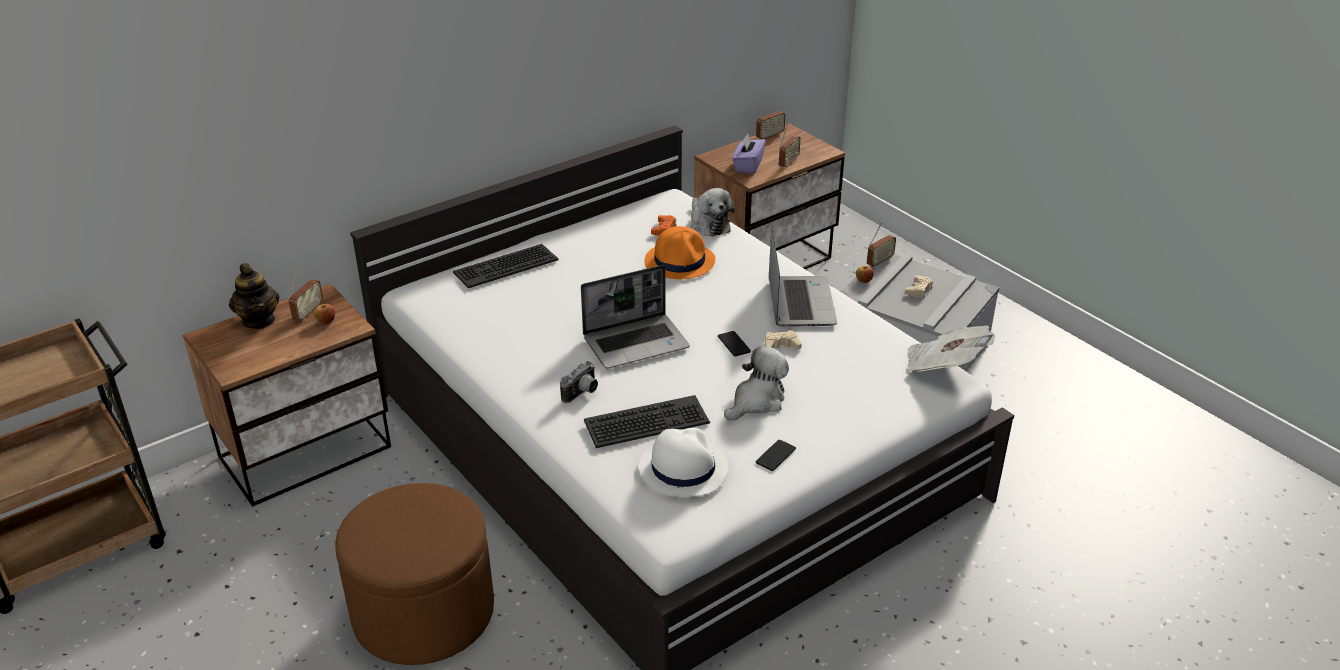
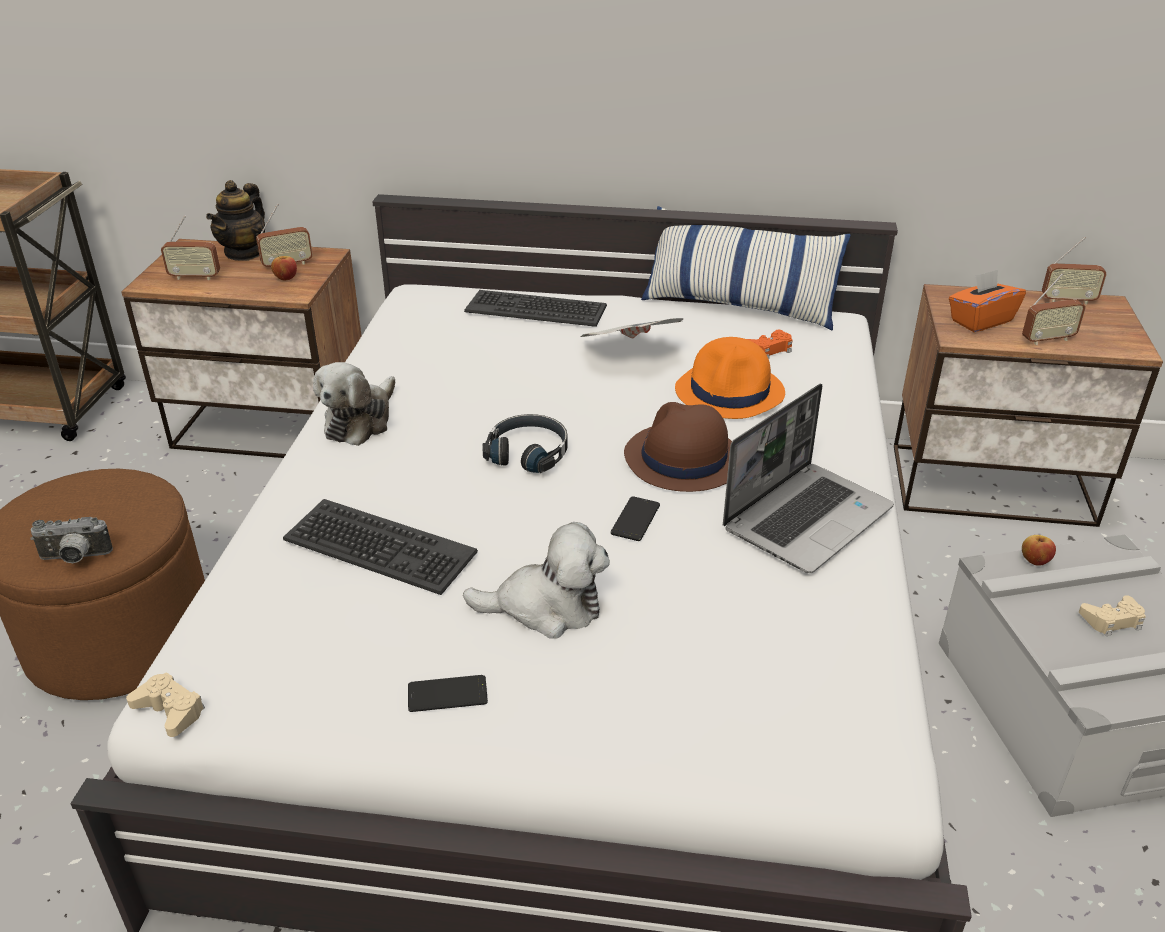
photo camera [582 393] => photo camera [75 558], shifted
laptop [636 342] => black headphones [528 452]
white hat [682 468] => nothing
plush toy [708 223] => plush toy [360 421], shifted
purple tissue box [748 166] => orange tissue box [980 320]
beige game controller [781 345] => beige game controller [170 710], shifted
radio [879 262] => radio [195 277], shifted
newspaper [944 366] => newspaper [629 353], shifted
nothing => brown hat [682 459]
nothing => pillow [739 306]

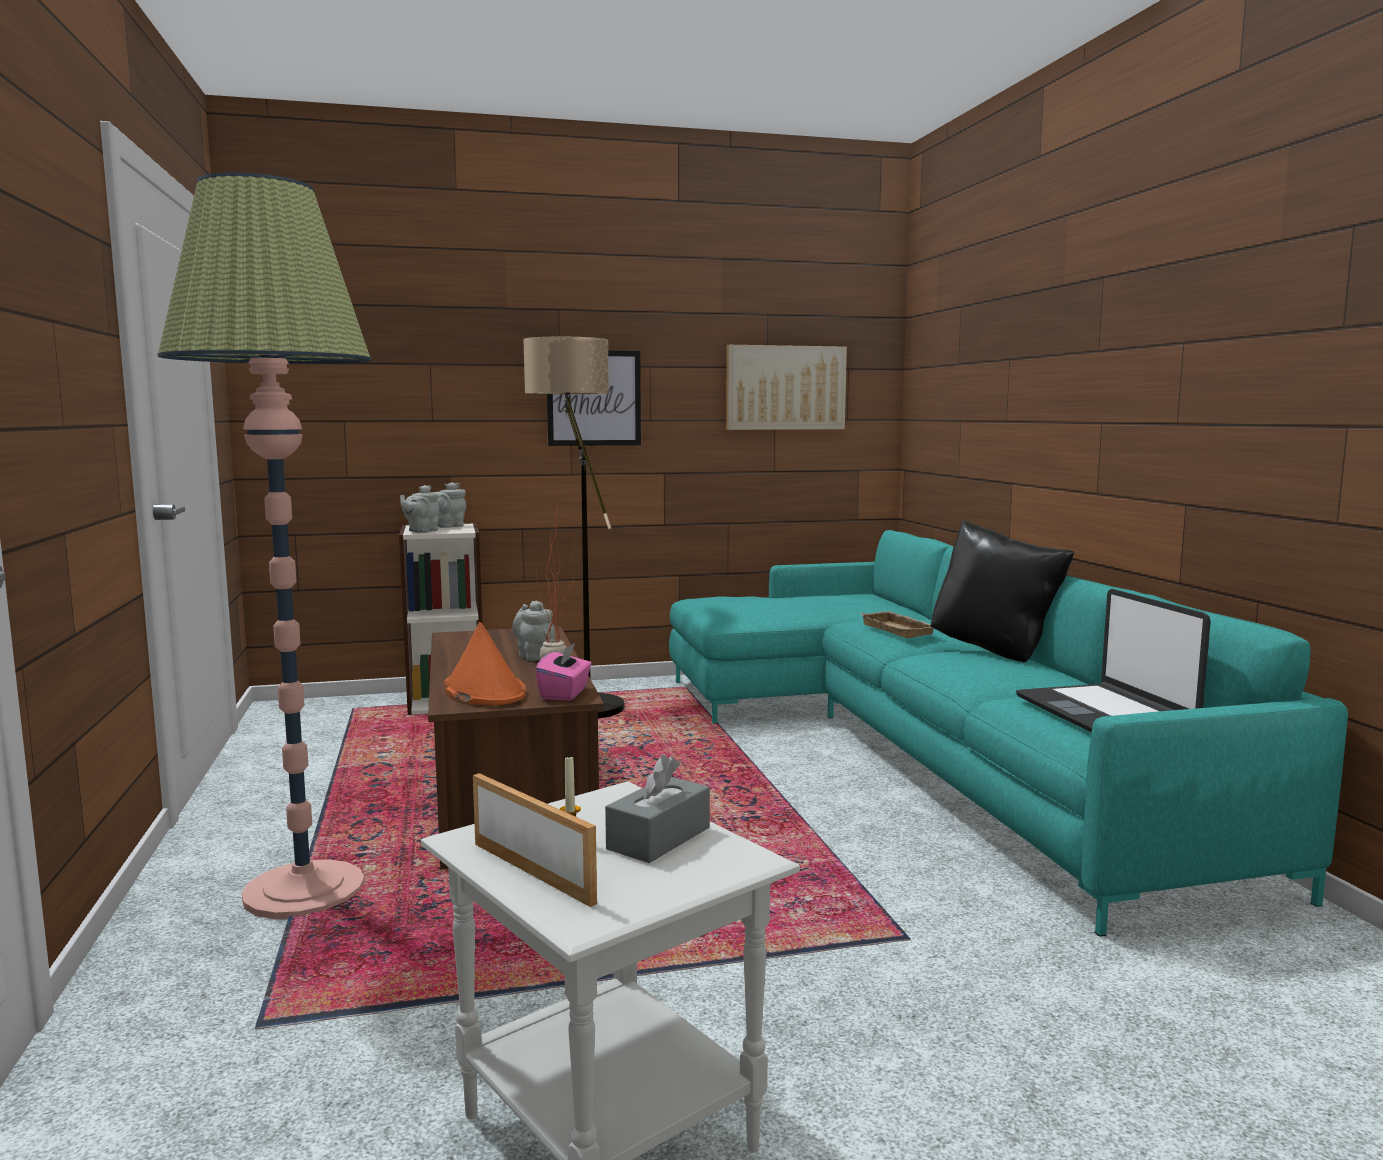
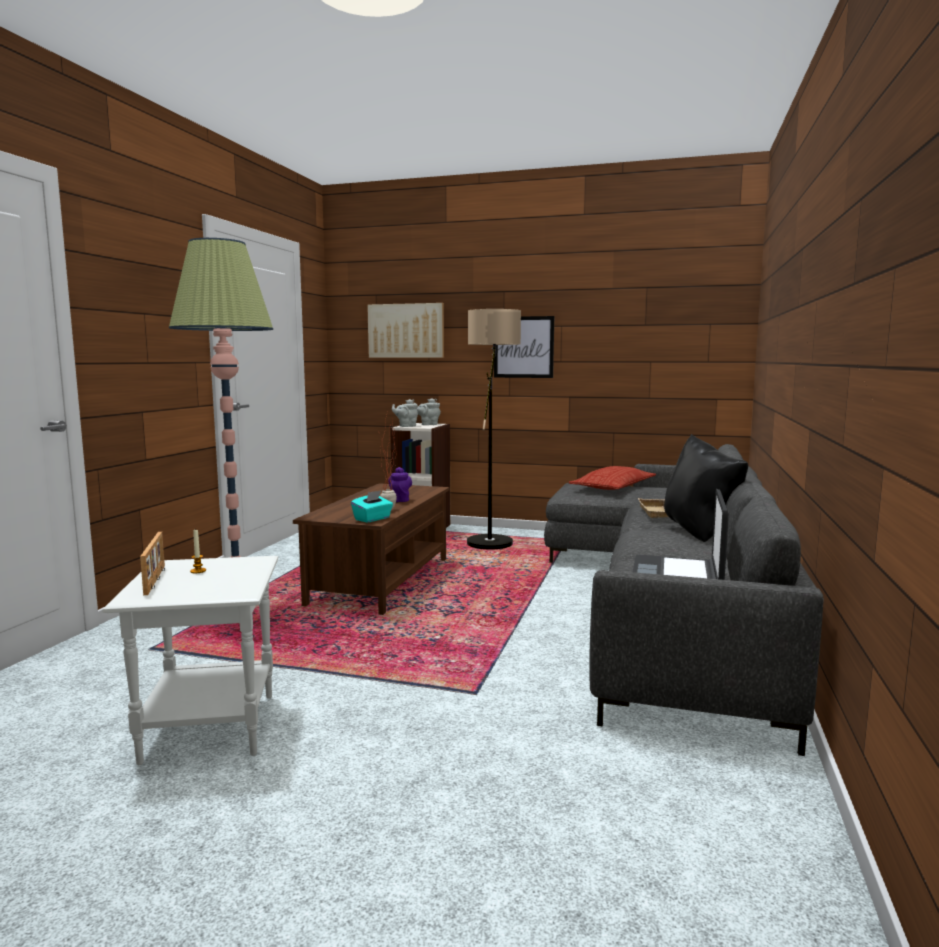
orange hat [483 691] => nothing
grey teapot [534 656] => purple teapot [400 500]
pink tissue box [565 693] => turquoise tissue box [372 519]
grey tissue box [659 838] => nothing
turquoise sofa [918 745] => grey sofa [666 597]
picture [785 388] => picture [406 331], shifted
nothing => pillow [613 486]

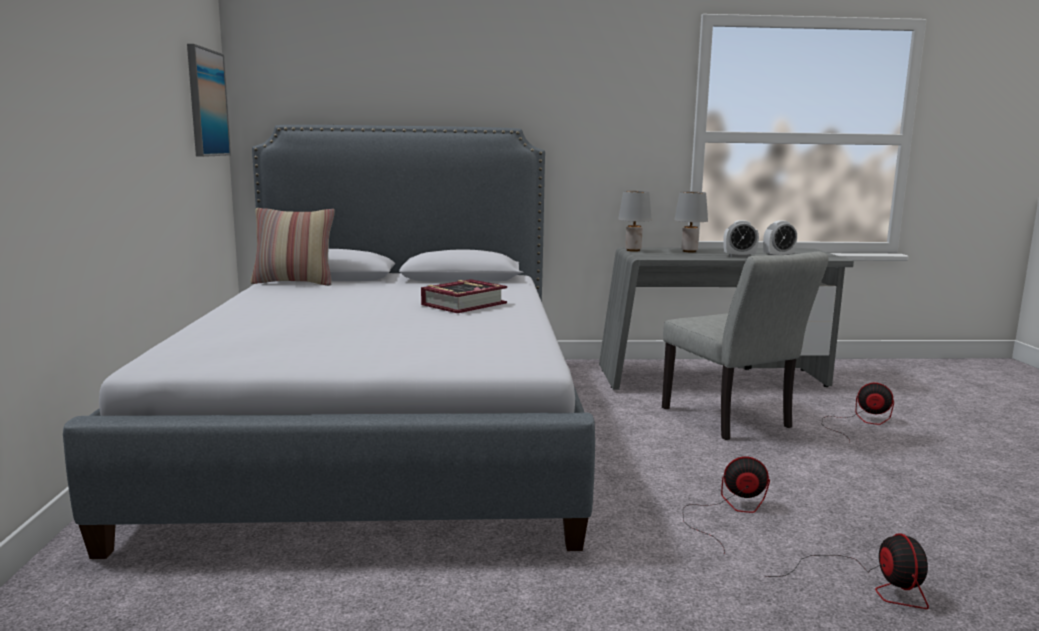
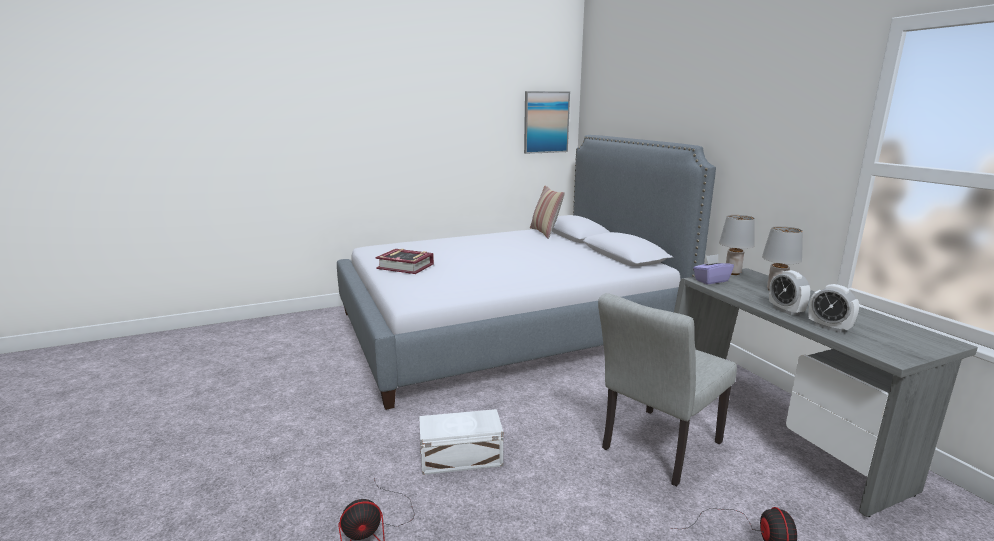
book [463 304] => book [405 266], shifted
fan [729 511] => white storage box [462 458]
nothing => purple tissue box [711 280]

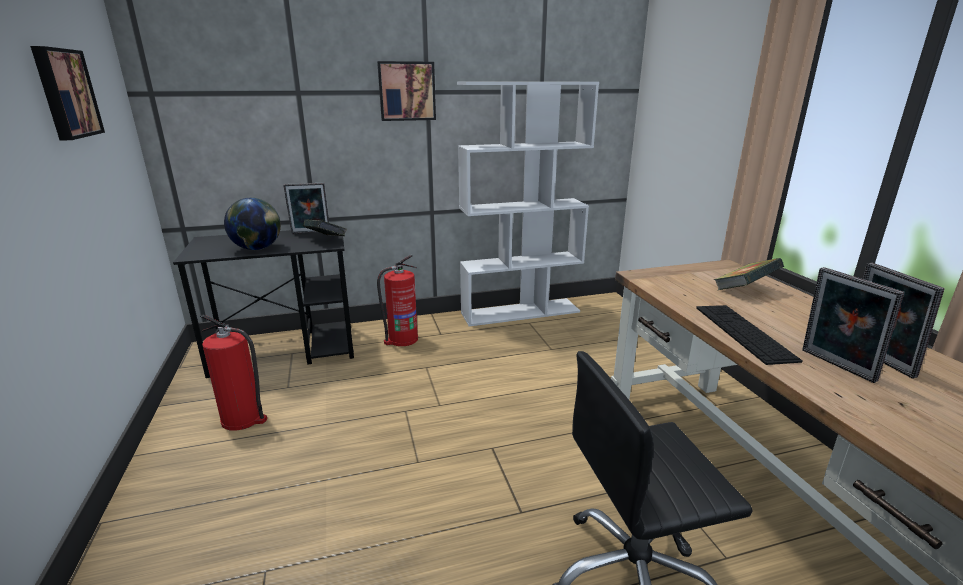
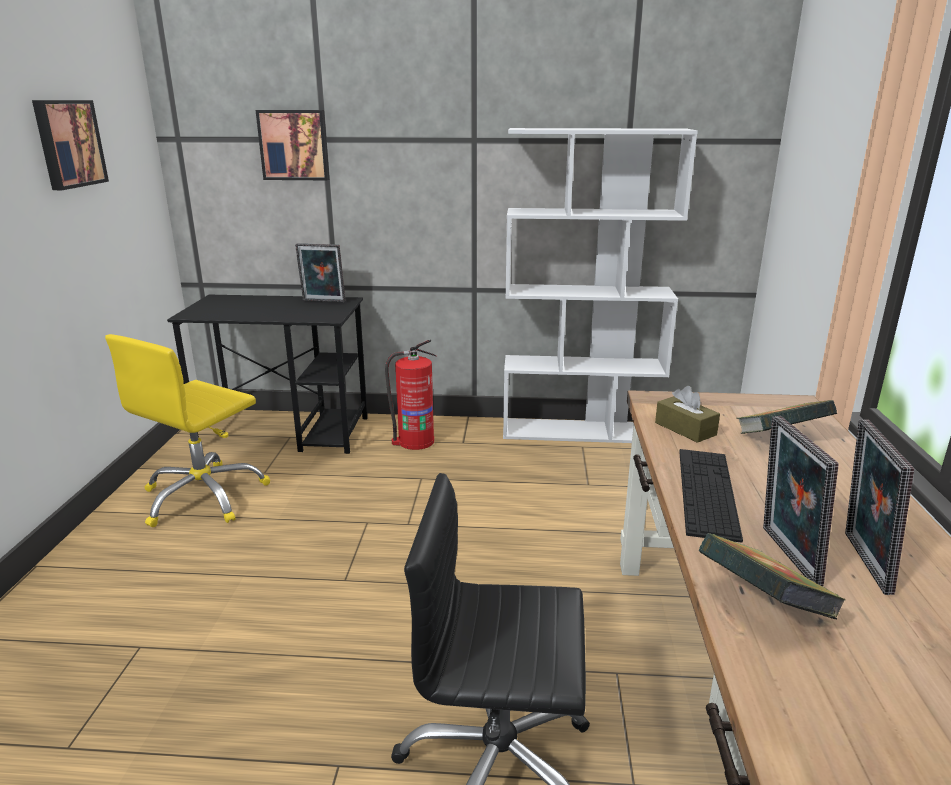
fire extinguisher [243 419] => yellow office chair [204 496]
globe [257 249] => nothing
book [326 240] => book [762 605], shifted
picture [407 91] => picture [294 145], shifted
nothing => brown tissue box [685 429]

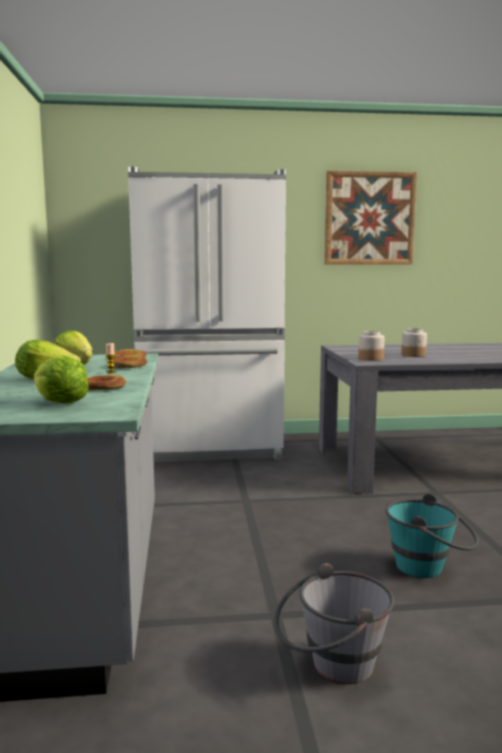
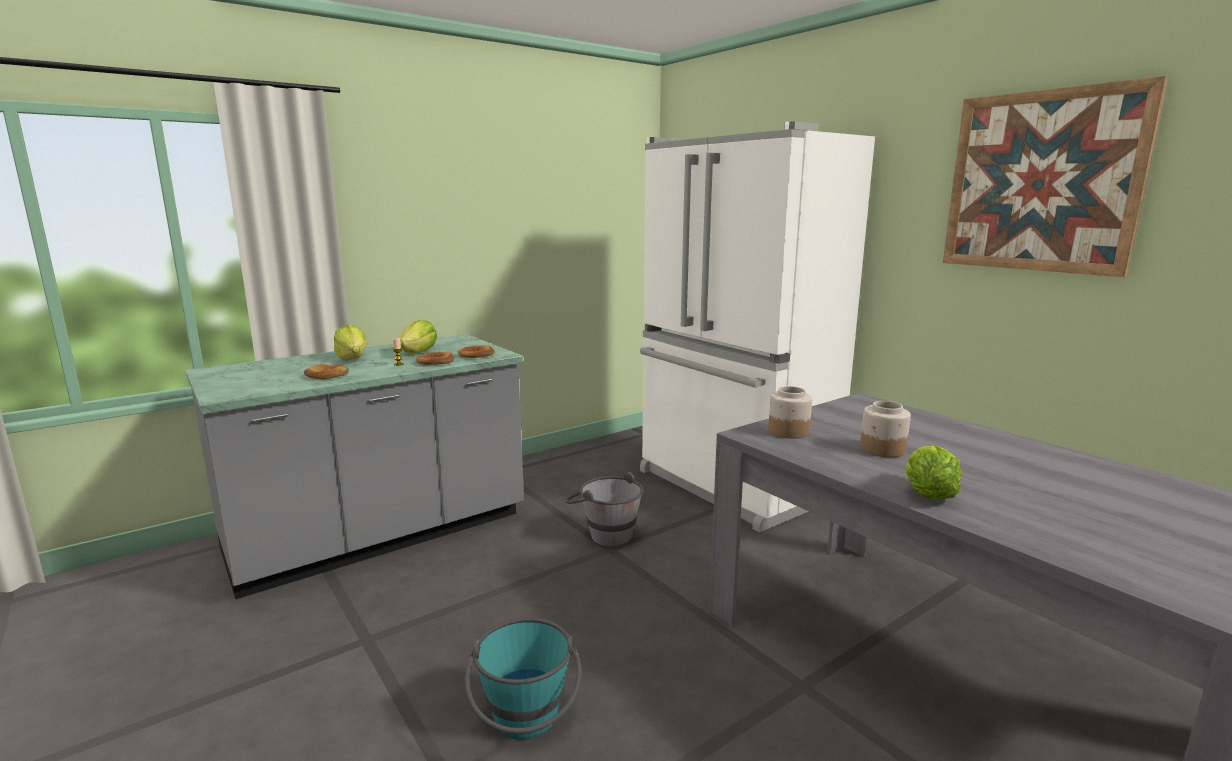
lettuce [60 403] => lettuce [927 494], shifted
grey bucket [331 667] => grey bucket [604 533], shifted

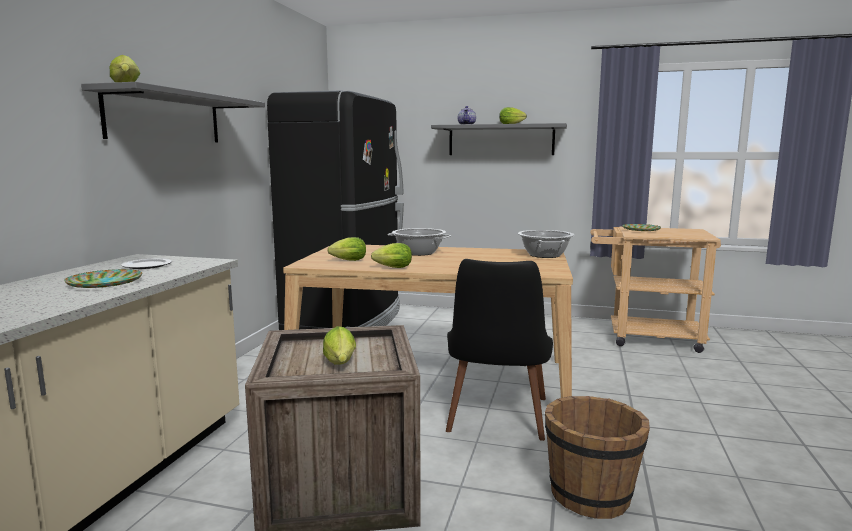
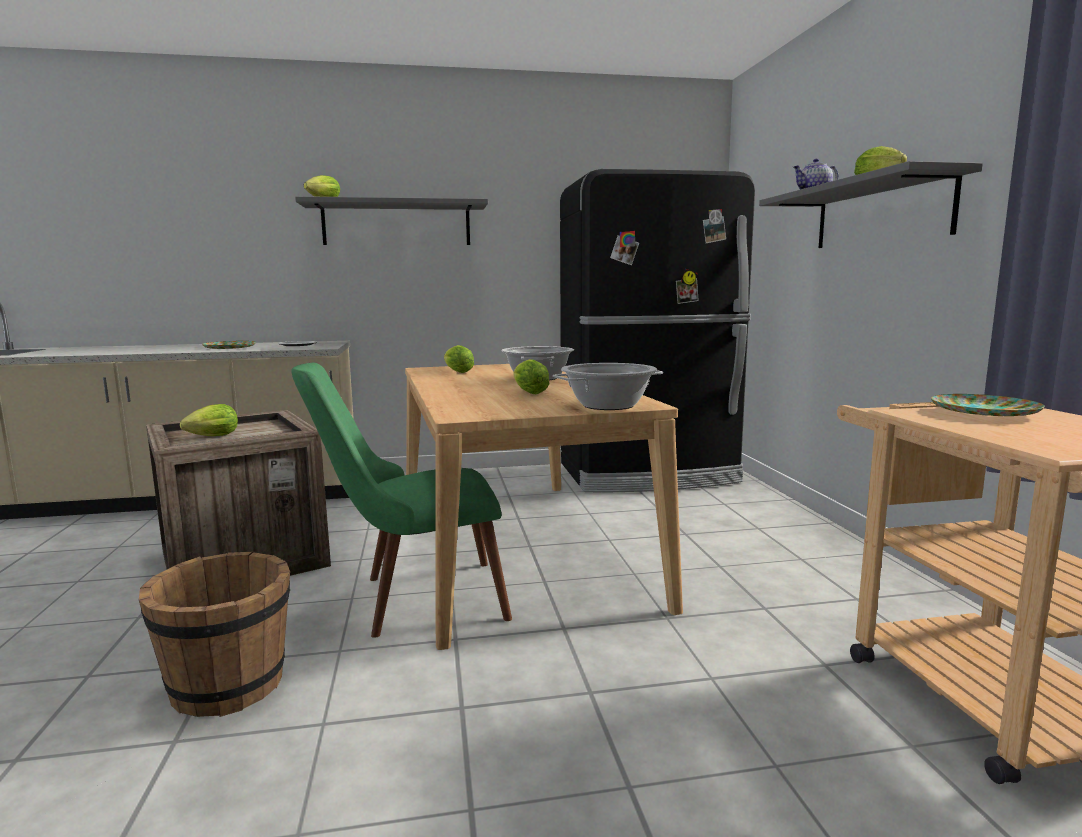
lettuce [391 268] => lettuce [528 392], shifted
black chair [496 421] => green chair [412 600]

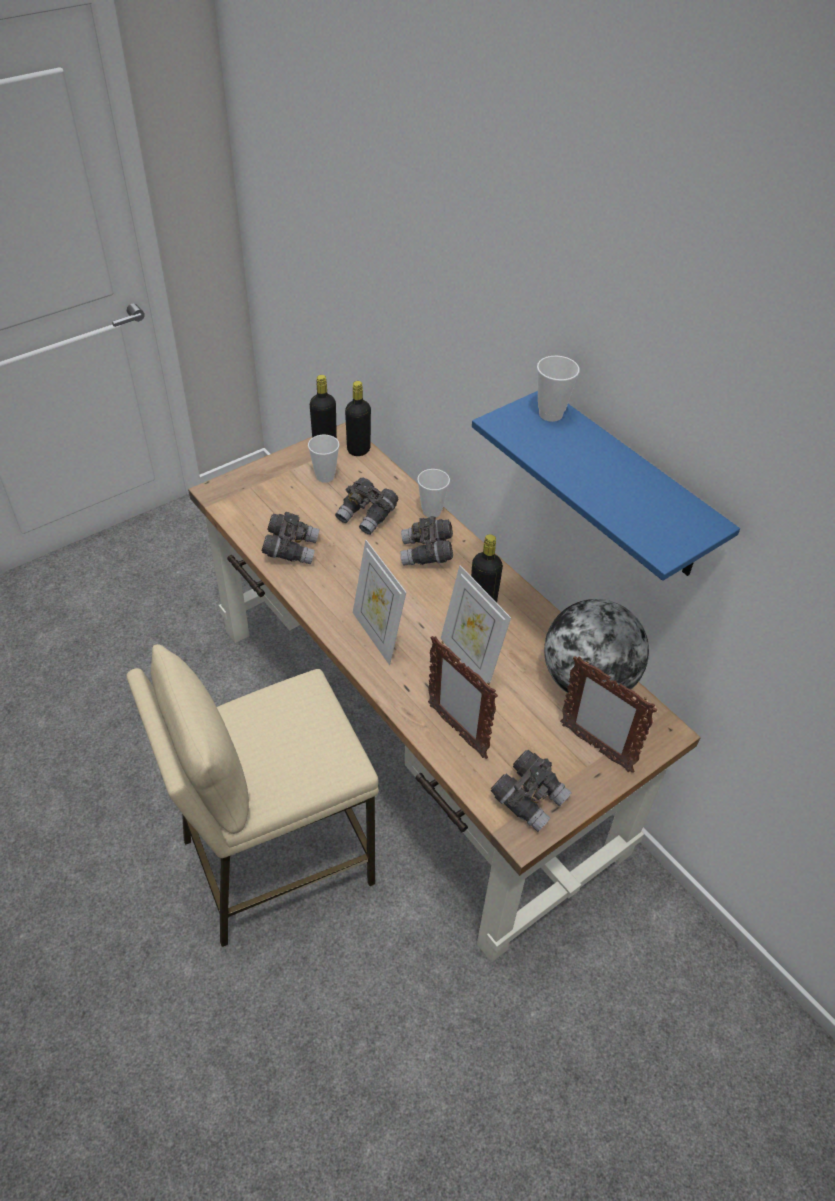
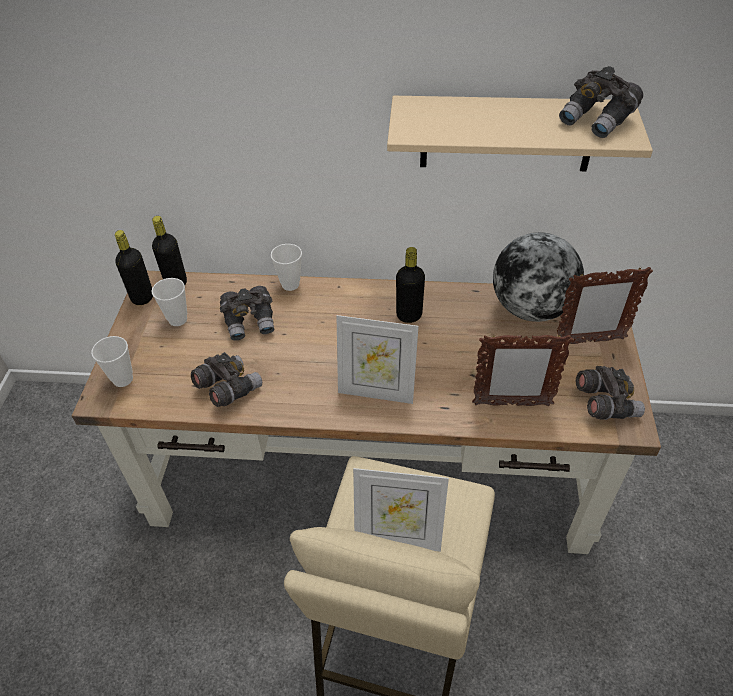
grey binoculars [426 553] => grey binoculars [597 120], shifted
picture frame [470 660] => picture frame [398 538], shifted
blue shelf [627 487] => beige shelf [507 134]
cup [550 414] => cup [123 379], shifted

